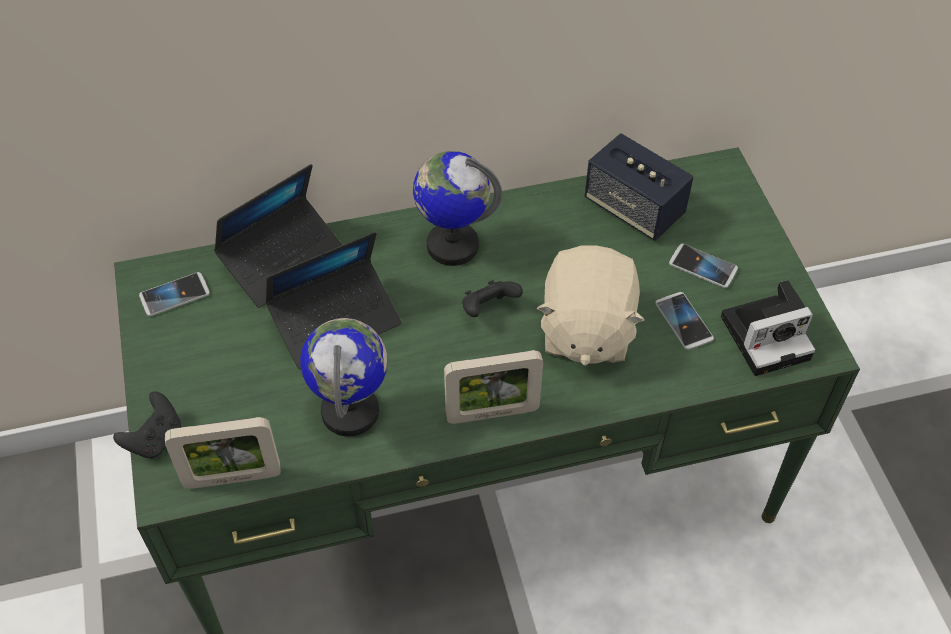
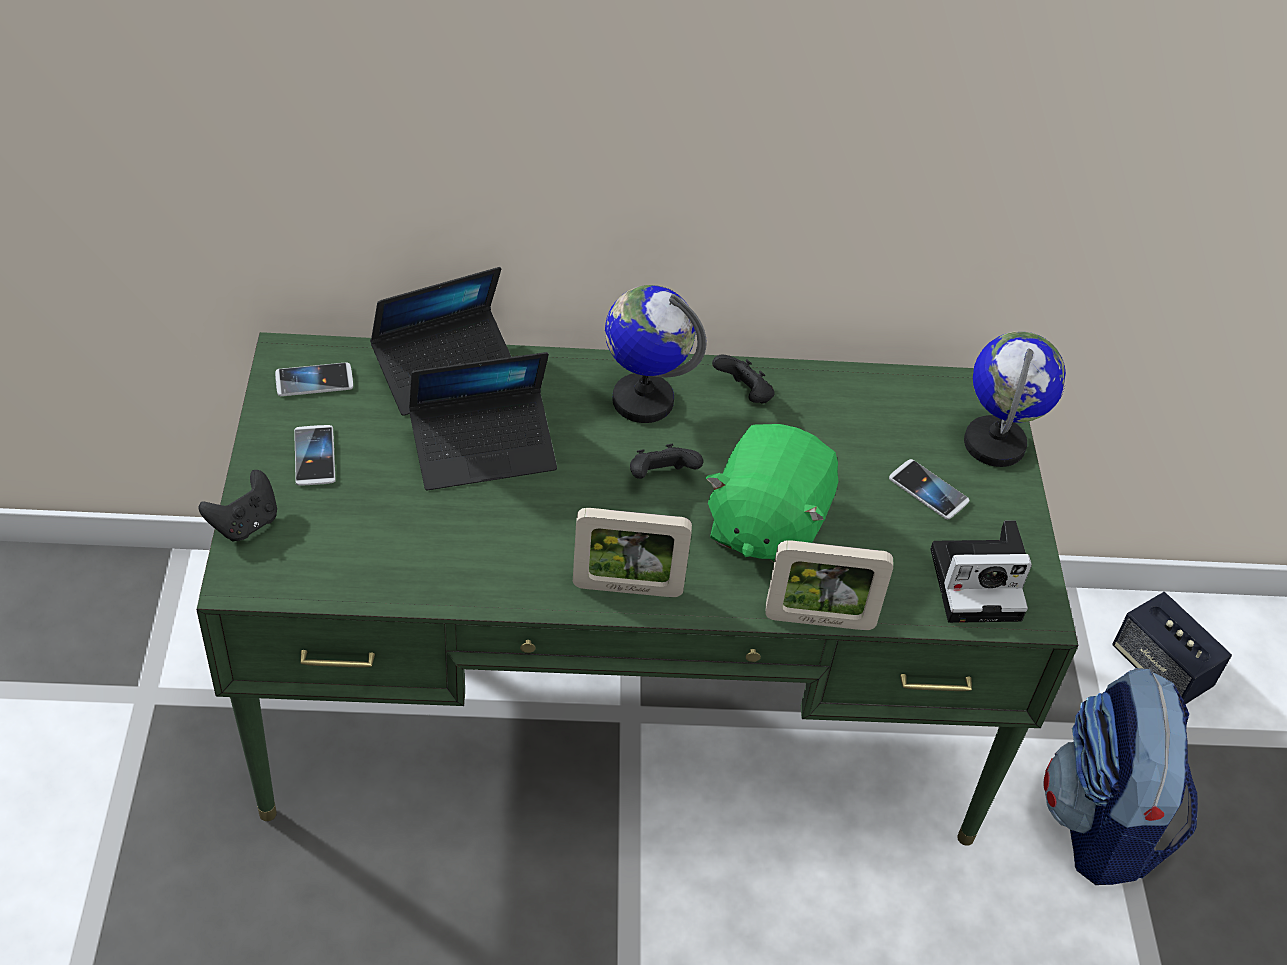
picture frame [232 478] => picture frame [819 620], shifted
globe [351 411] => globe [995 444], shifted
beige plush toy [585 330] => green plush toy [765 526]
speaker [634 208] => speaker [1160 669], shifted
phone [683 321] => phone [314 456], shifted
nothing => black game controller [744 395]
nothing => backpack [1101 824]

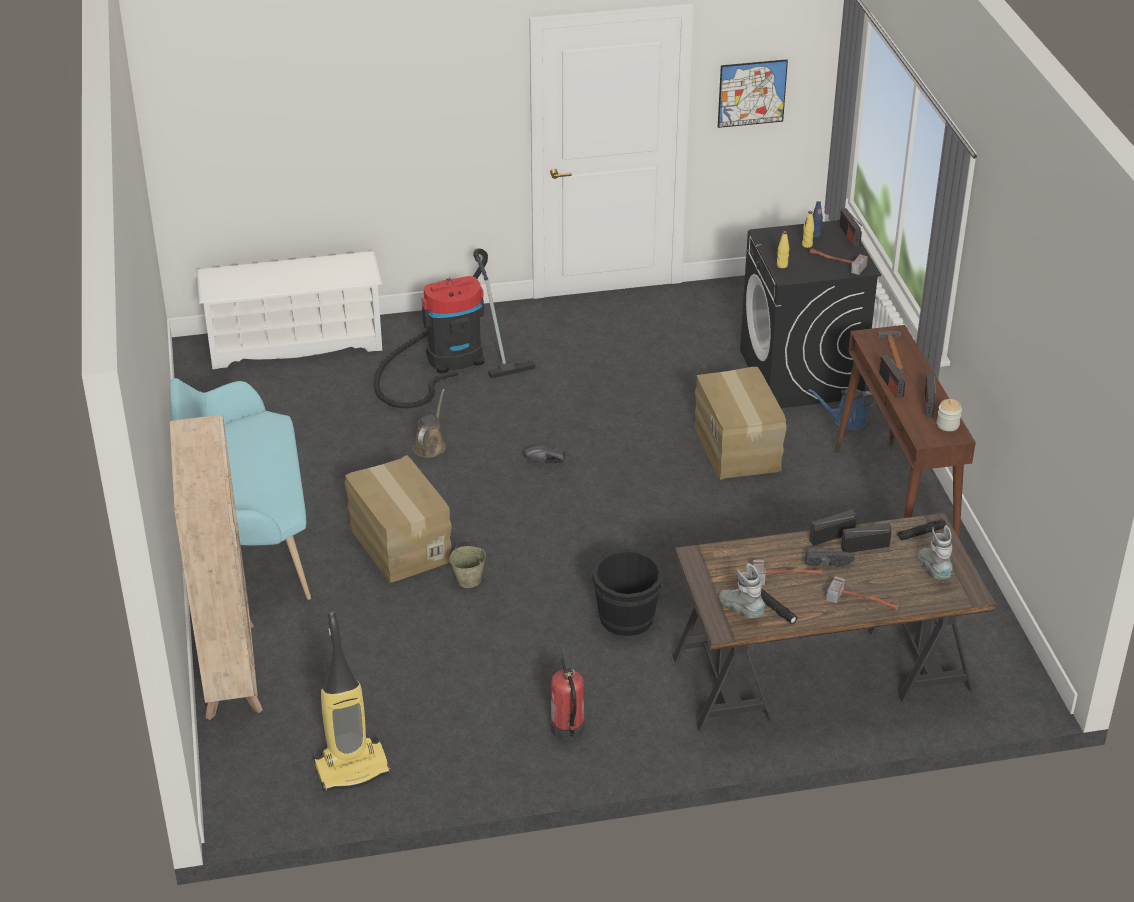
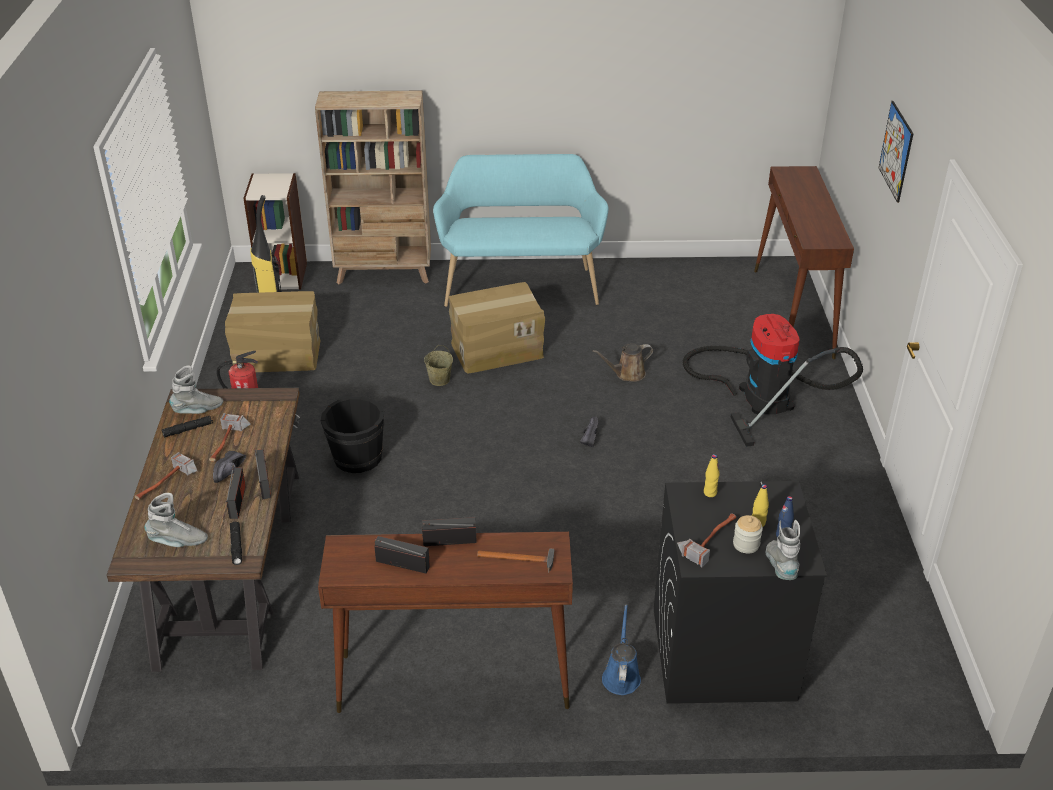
white shoe rack [295 343] => brown console table [793 313]
brown watering can [430 445] => brown watering can [627 374], 135 degrees clockwise
cardboard box [738 448] => cardboard box [277 355], shifted
picture [752 93] => picture [896 151], shifted
radio [849 236] => grey boot [780 567]
jar [947 425] => jar [746 544], shifted
nothing => bookcase [283 275]

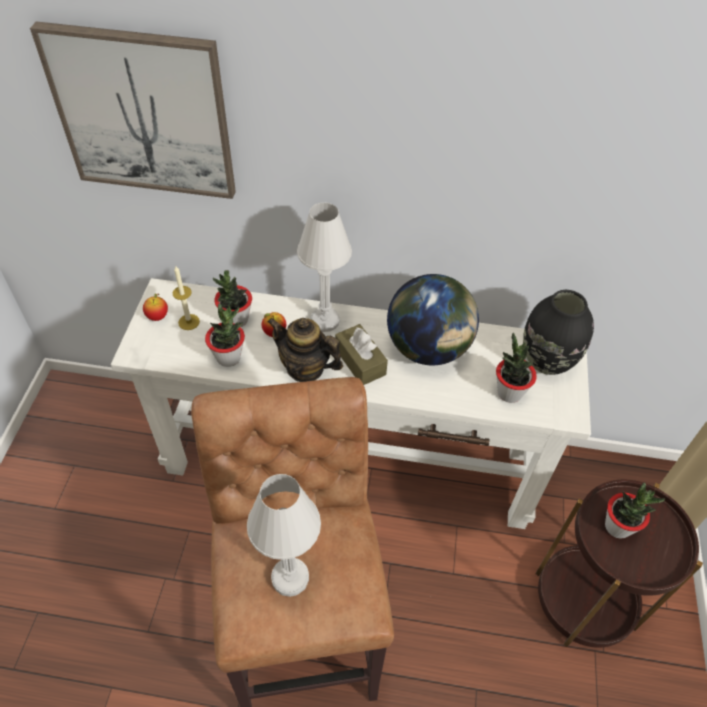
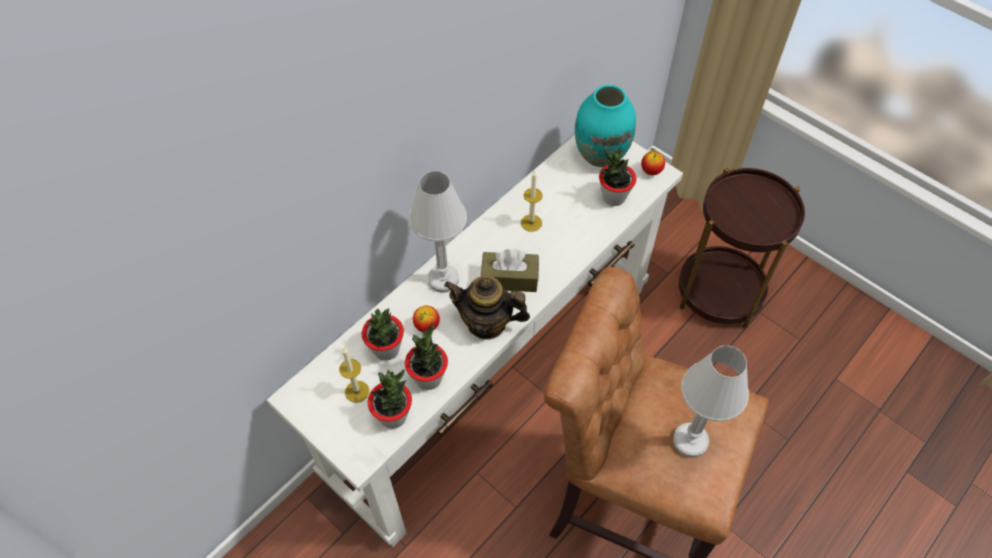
picture [144 113] => nothing
apple [157 316] => apple [651 171], shifted
teapot [305 368] => teapot [487 323], 45 degrees clockwise
globe [428 348] => candle [531 223]
black vase [546 360] => turquoise vase [600 155]
potted plant [617 527] => potted plant [393 416], shifted

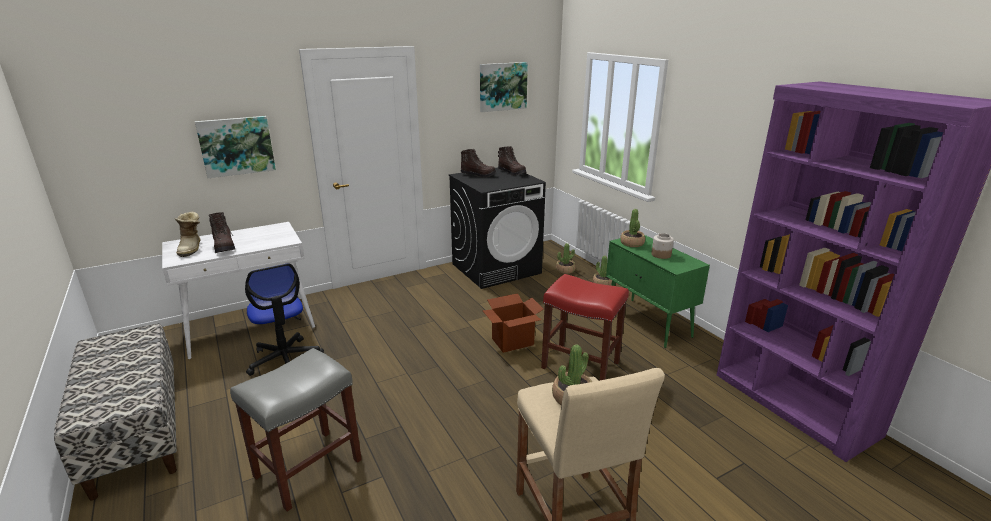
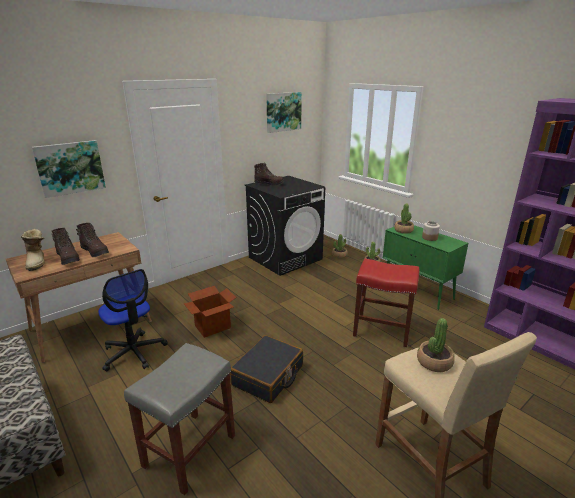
white desk [250 325] => brown desk [92 326]
cardboard box [512 342] => cardboard box [212 327], shifted
brown boot [512 172] => brown boot [95 251], shifted
nothing => black suitcase [268 376]

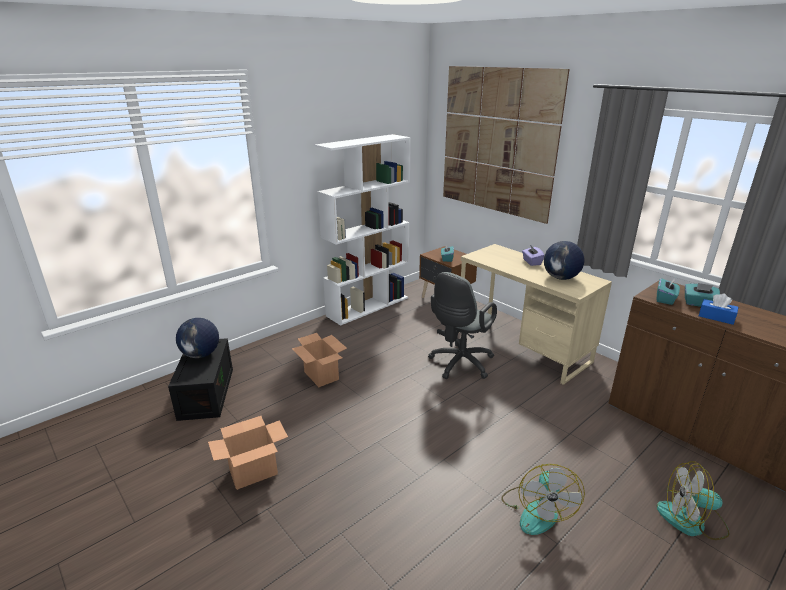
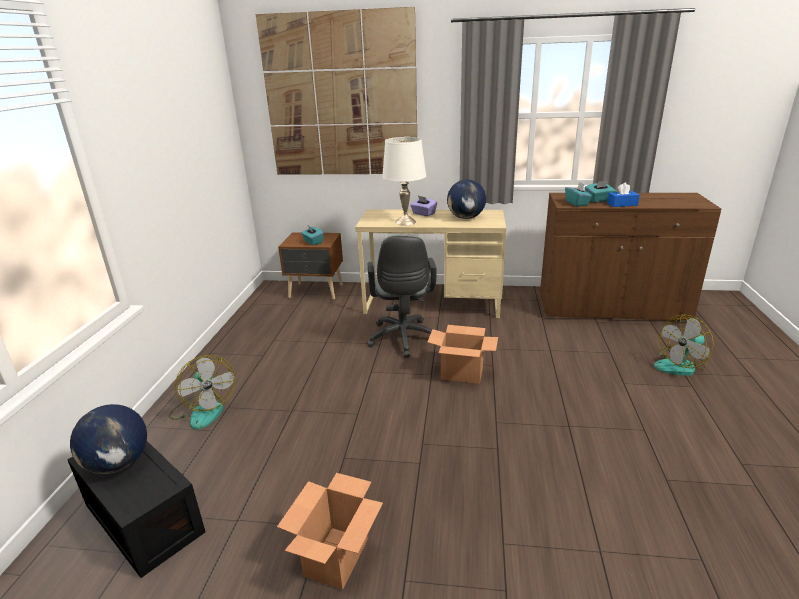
cardboard box [321 376] => cardboard box [462 373], shifted
white bookcase [368 306] => nothing
fan [536 510] => fan [204 410], shifted
nothing => white table lamp [405 222]

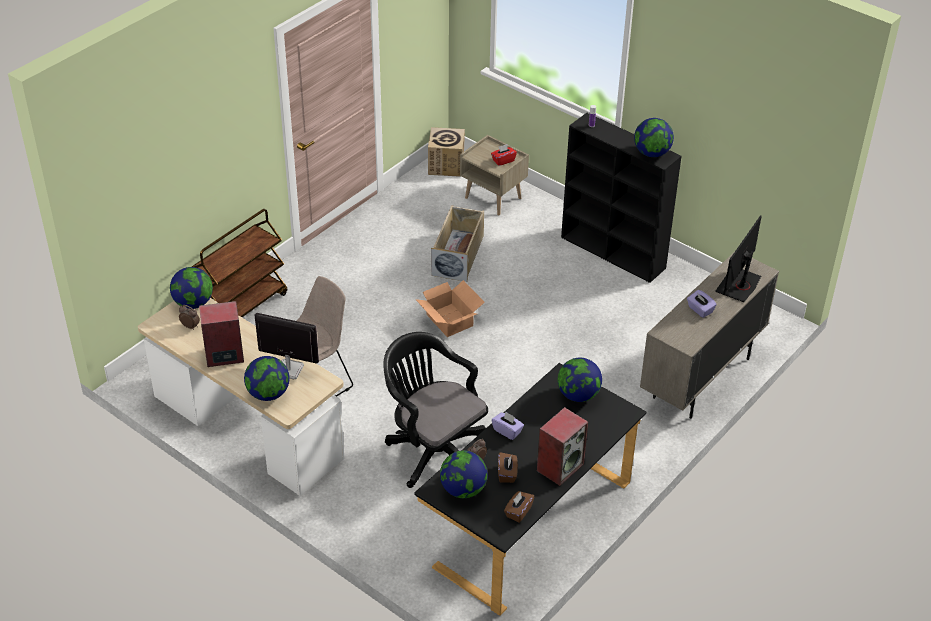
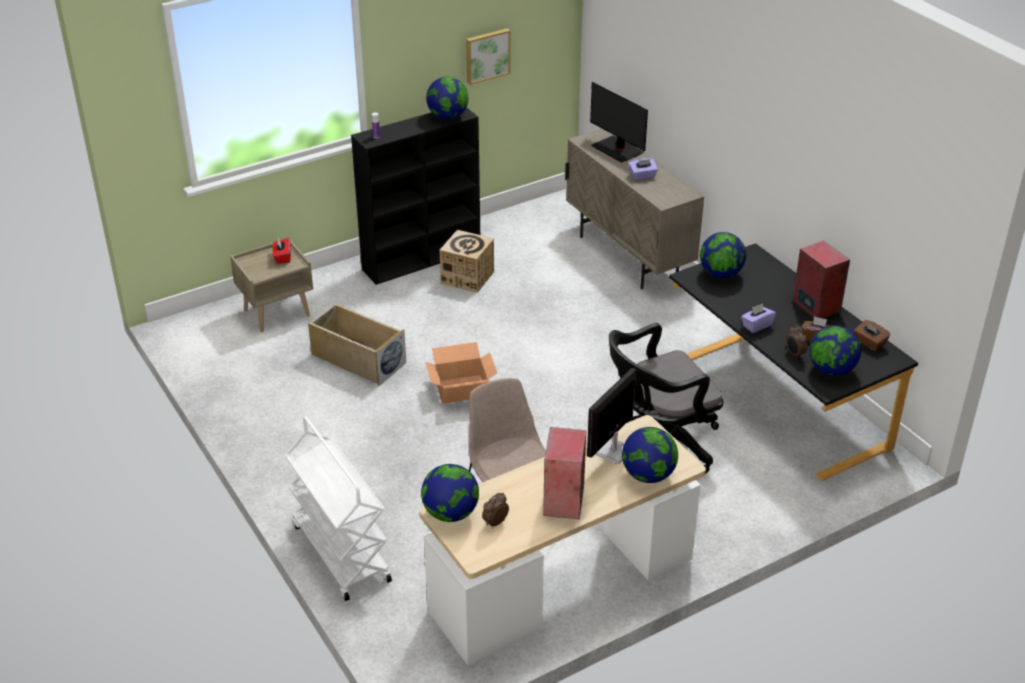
brown cart [242 307] => white cart [340 552]
cardboard box [446 165] => cardboard box [467 277], shifted
nothing => picture [487 55]

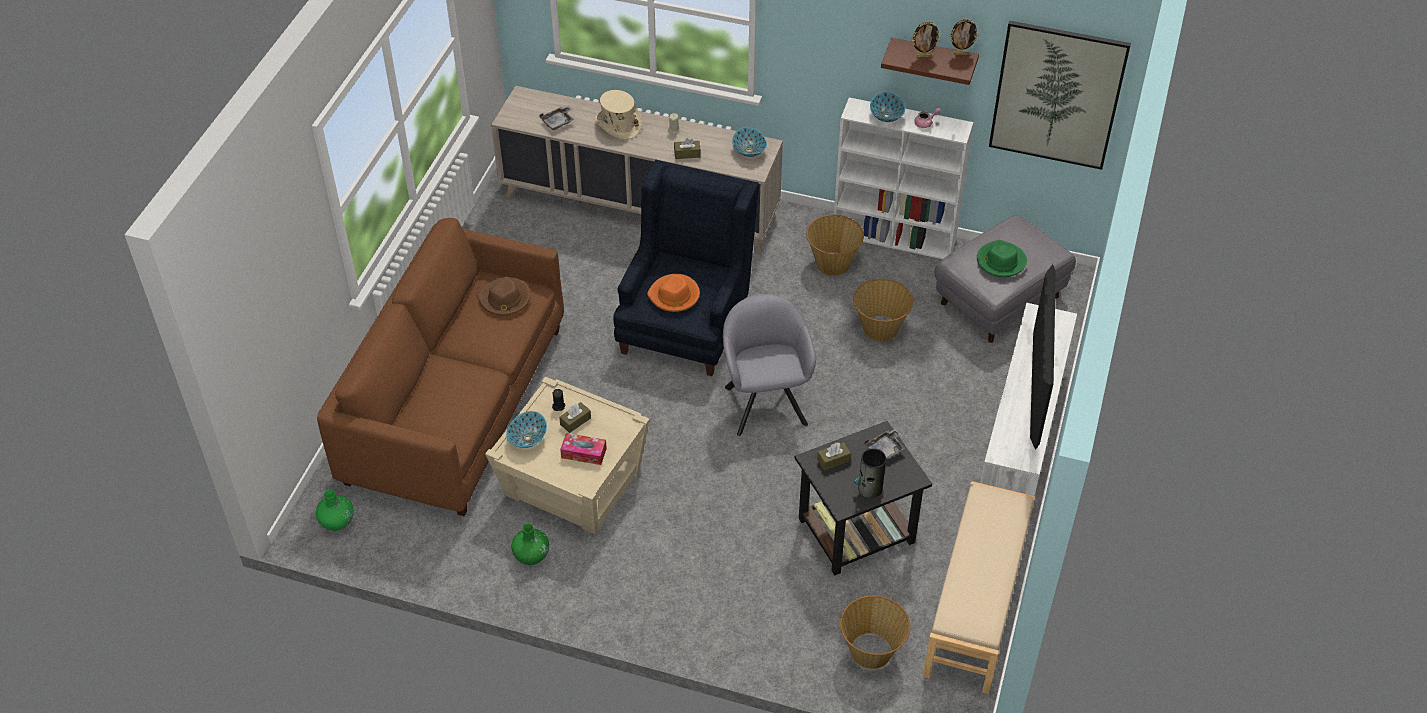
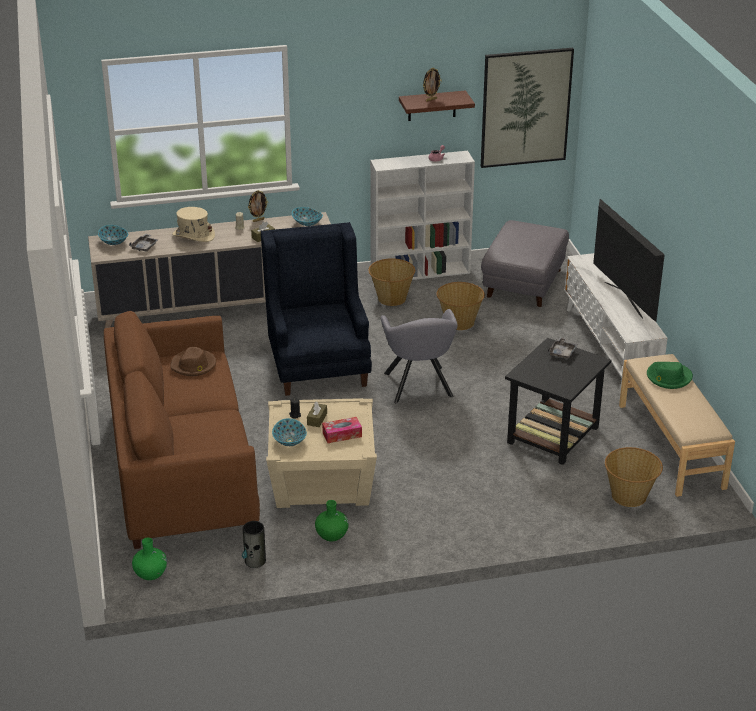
orange hat [674 295] => nothing
grey armchair [765 401] => grey armchair [419 387], 150 degrees counterclockwise
brown tissue box [833 460] => nothing
vase [870 488] => vase [255 561], shifted
bowl [886 116] => bowl [113 242], shifted
picture frame [961 54] => picture frame [258 220], shifted
green hat [1000 261] => green hat [668 377], shifted

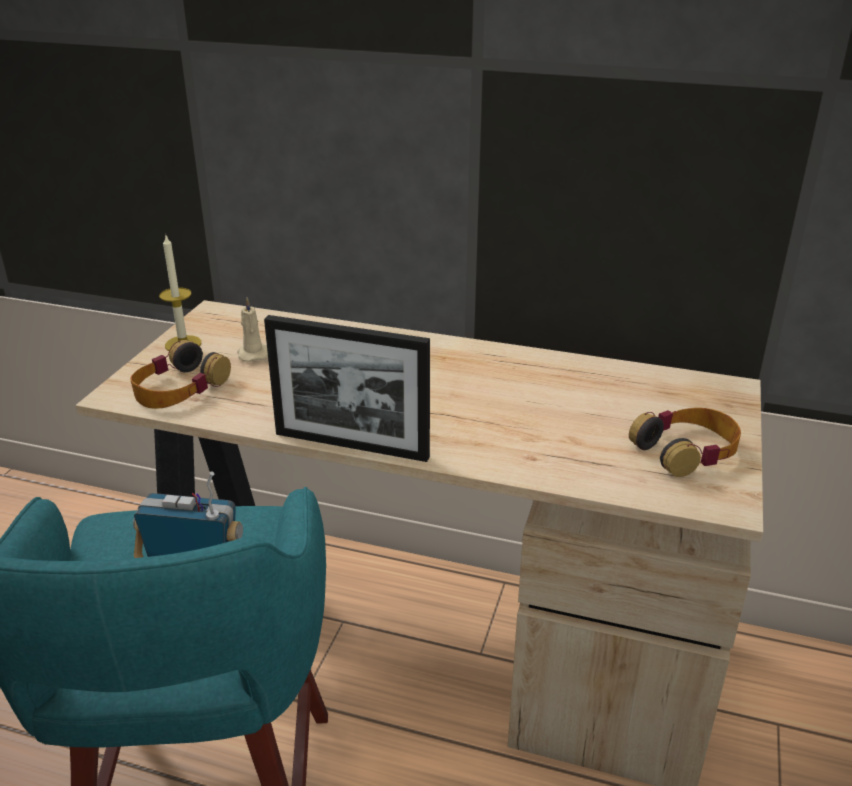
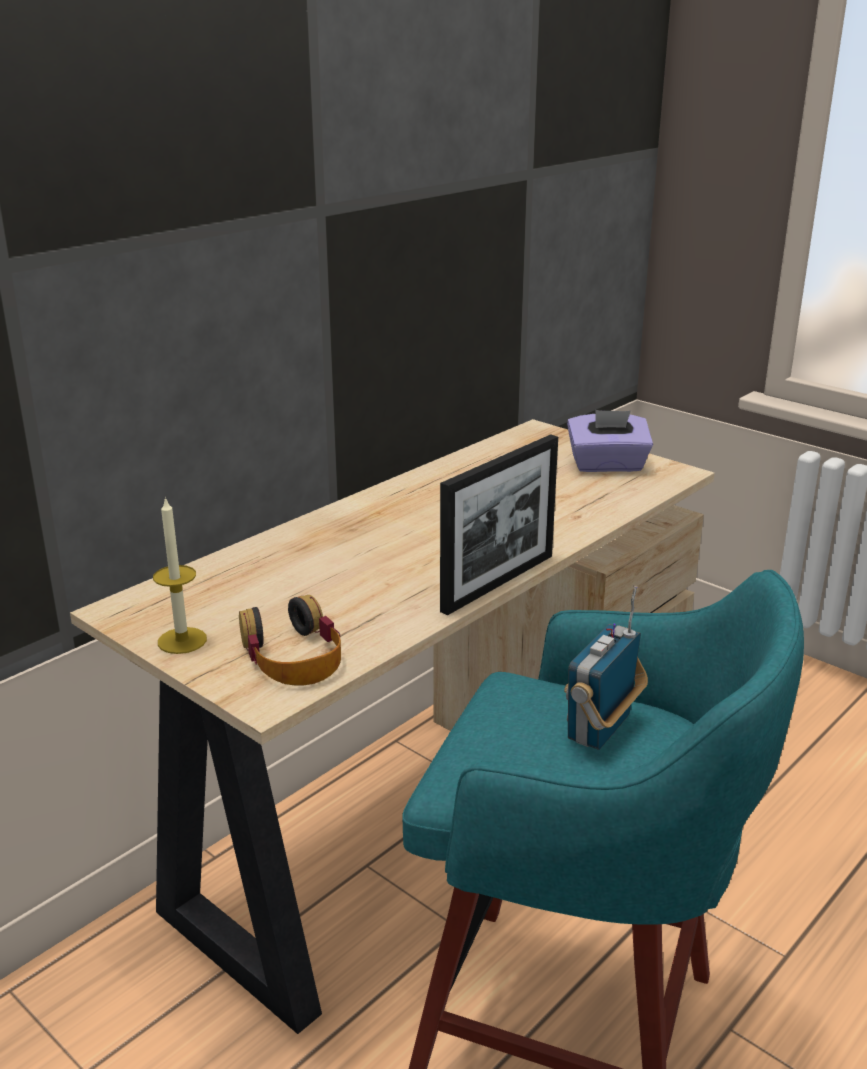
beige candle [253 354] => nothing
headphones [686 450] => purple tissue box [607 465]

